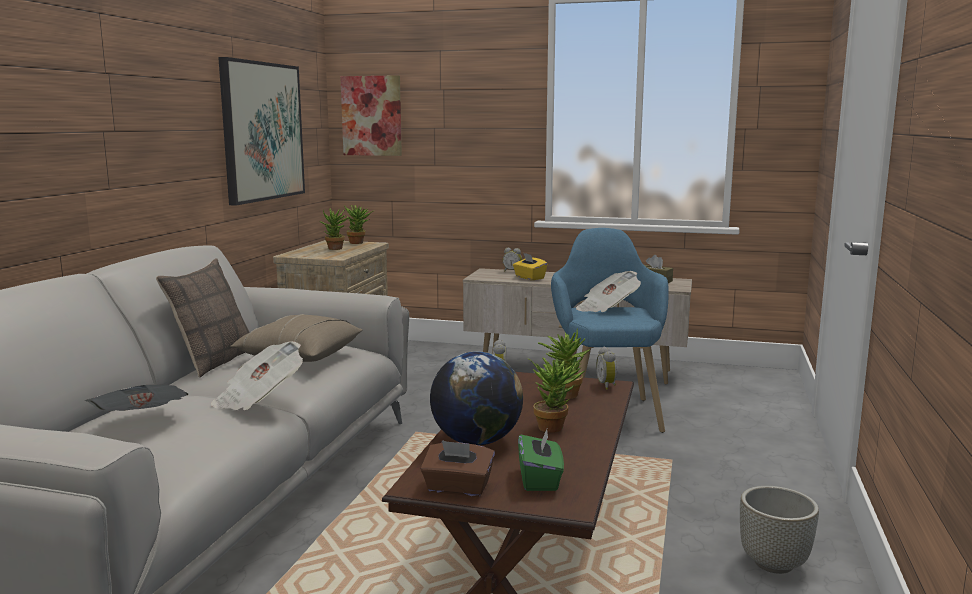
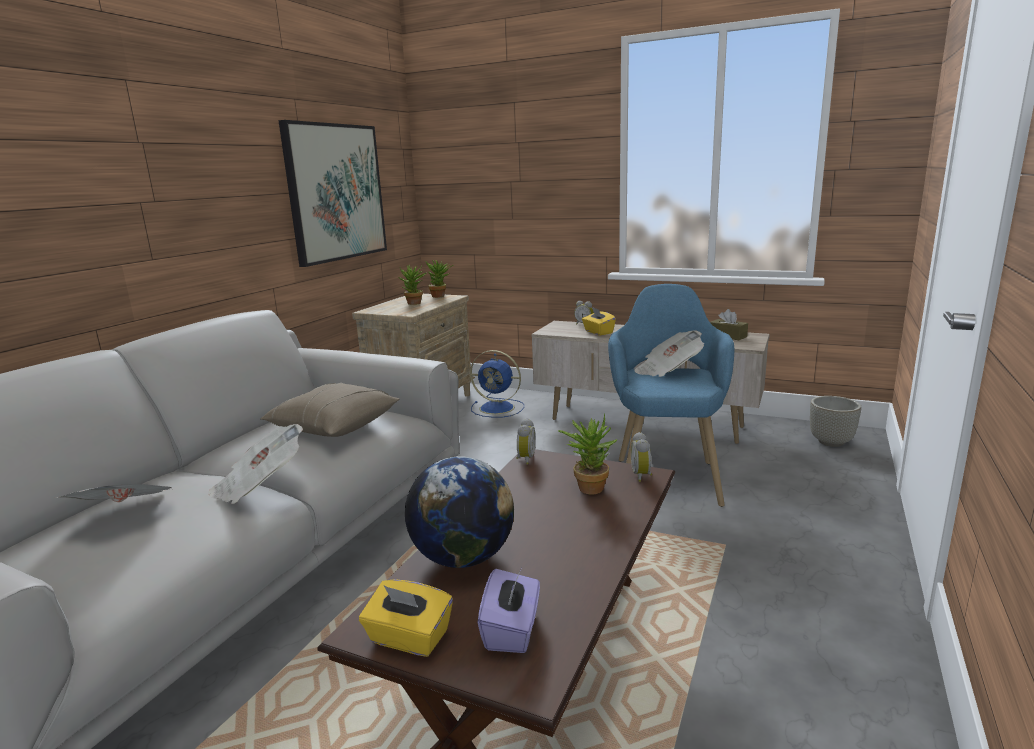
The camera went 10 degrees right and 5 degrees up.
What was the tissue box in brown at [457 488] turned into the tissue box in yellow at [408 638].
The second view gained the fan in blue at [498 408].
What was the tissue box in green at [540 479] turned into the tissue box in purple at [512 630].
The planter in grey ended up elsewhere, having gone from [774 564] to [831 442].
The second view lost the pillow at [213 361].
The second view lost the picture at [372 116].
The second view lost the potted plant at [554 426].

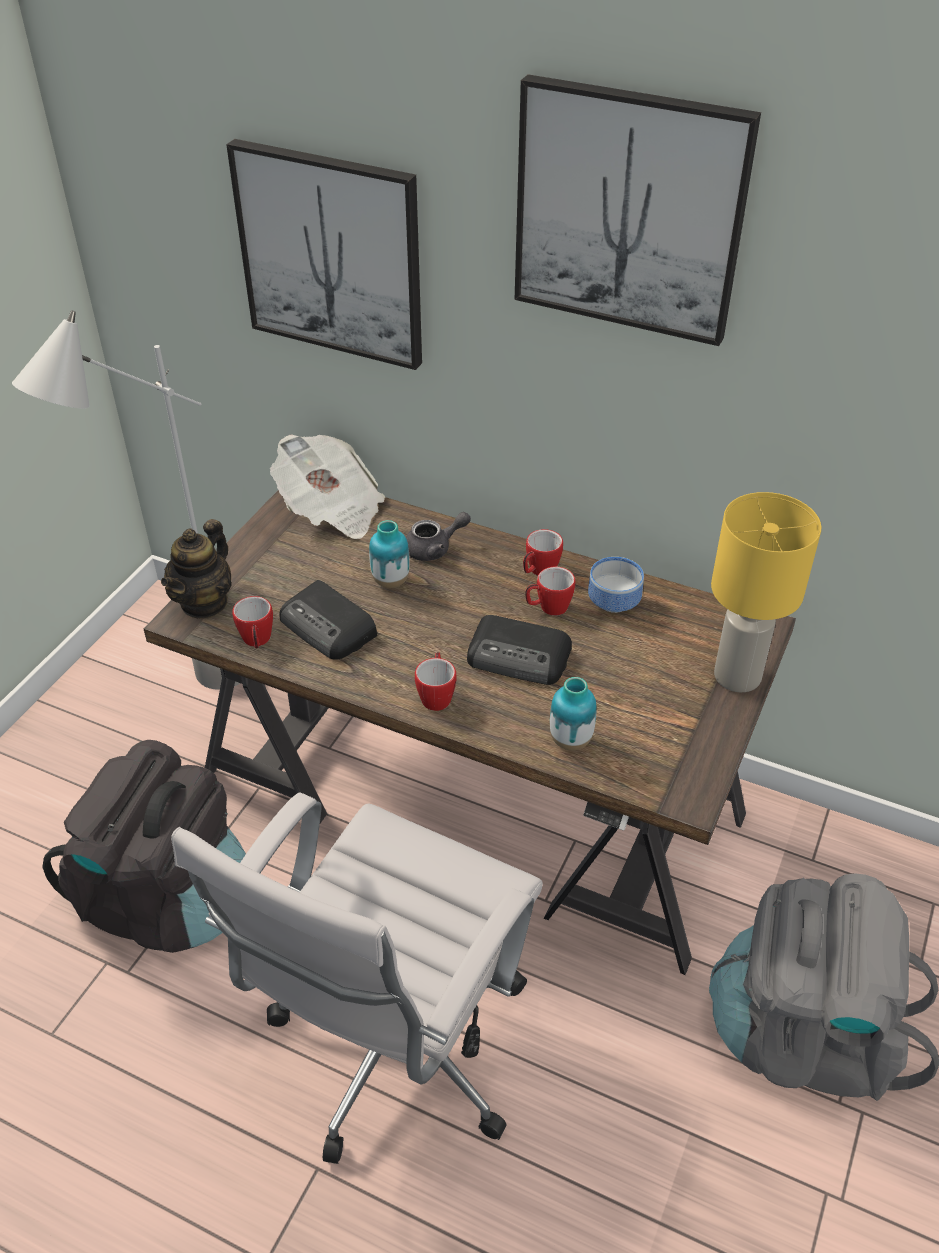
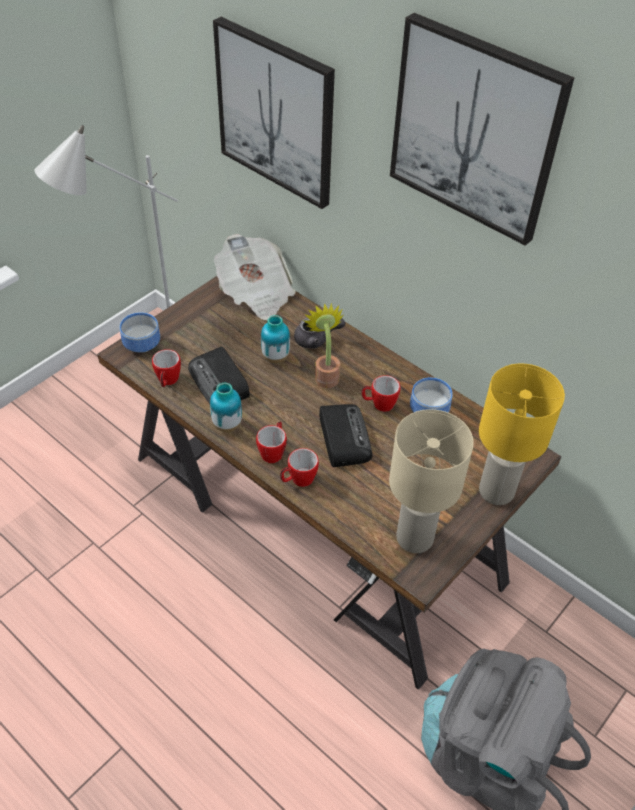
The camera went 15 degrees right and 5 degrees up.
Where the teapot stood at [204 602], the bowl came to stand at [143 344].
The vase ended up elsewhere, having gone from [570 740] to [227 425].
The mug ended up elsewhere, having gone from [539 571] to [298 480].
The second view gained the potted plant at [325 375].
The radio at [520 657] ended up facing another way, 135 degrees counterclockwise from before.
The second view gained the table lamp in beige at [413 538].
The second view lost the backpack in black at [167 900].
The second view lost the office chair in white at [393 1053].

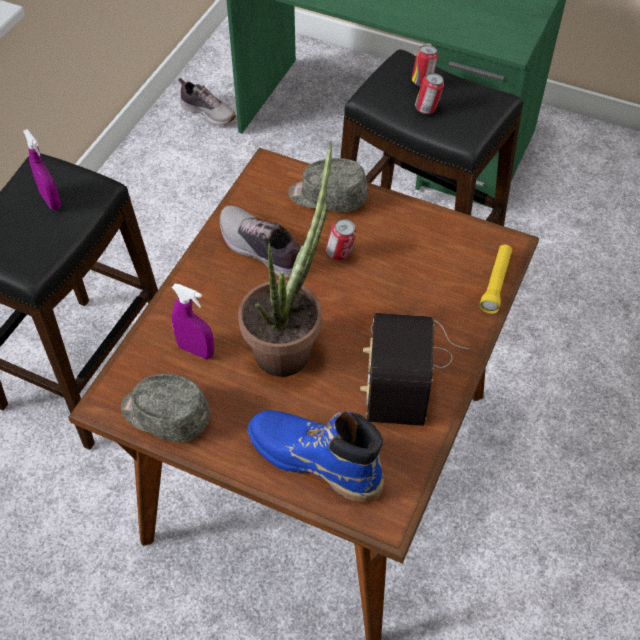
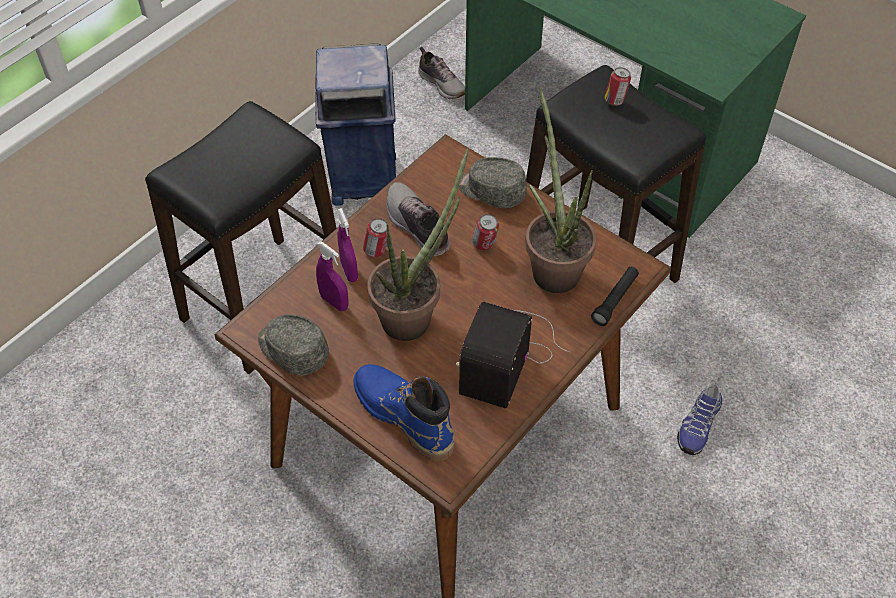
The camera went 15 degrees right and 0 degrees up.
The second view gained the trash can in blue at [362 179].
The spray bottle in purple ended up elsewhere, having gone from [51 200] to [349 271].
The can ended up elsewhere, having gone from [427 109] to [377 251].
The second view gained the potted plant at [552 266].
What was the flashlight in yellow at [496 283] turned into the flashlight in black at [615 300].
The second view gained the shoe at [697 426].

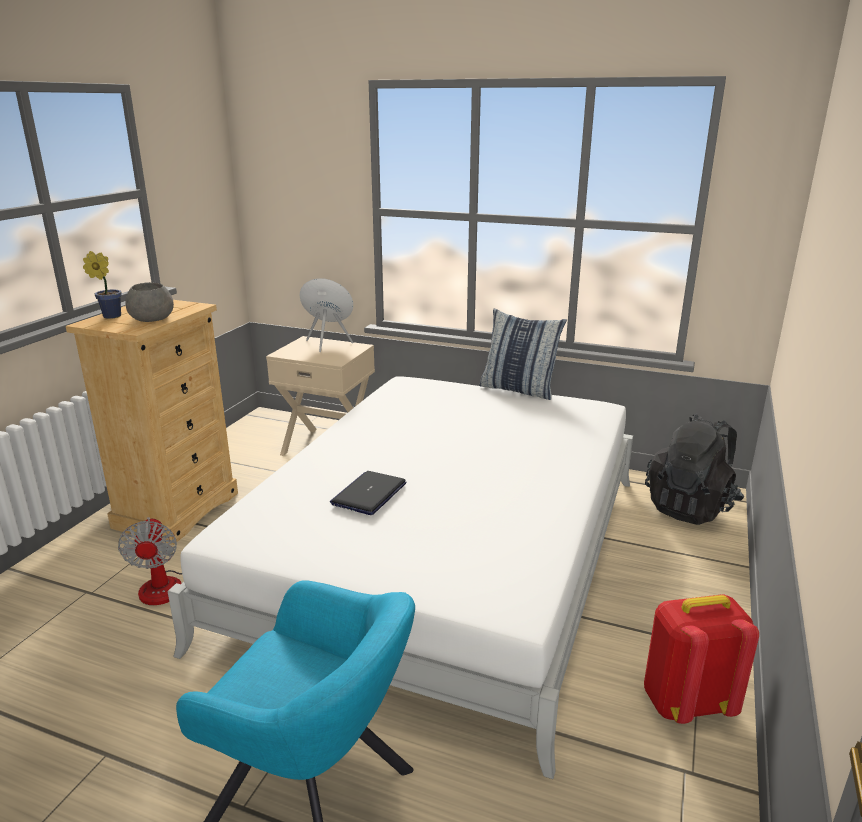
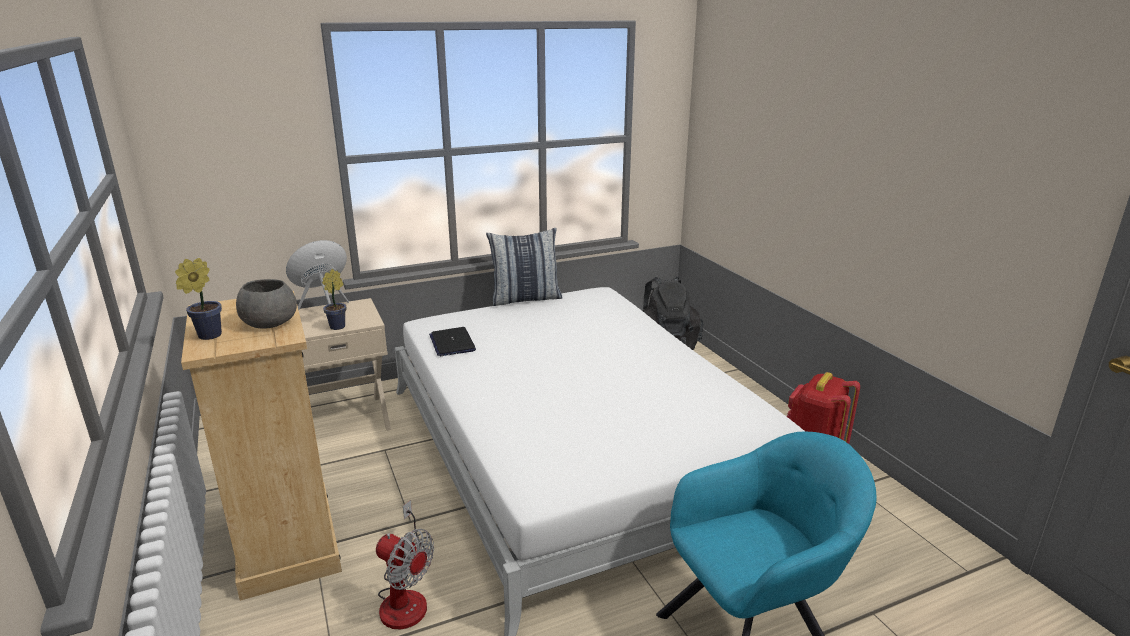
The camera went 45 degrees left and 0 degrees up.
The second view gained the potted plant at [339 326].
The laptop ended up elsewhere, having gone from [369 494] to [452 343].

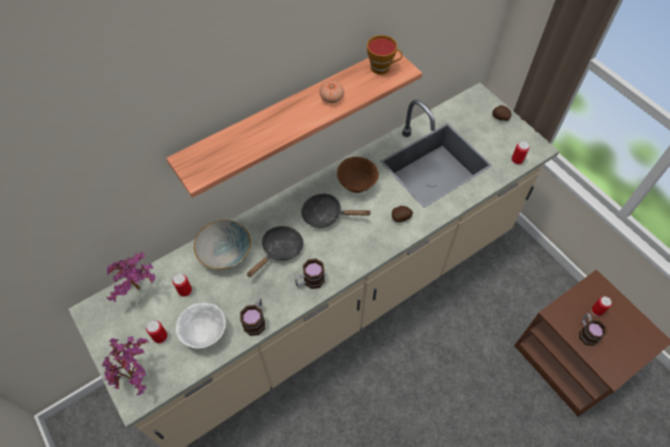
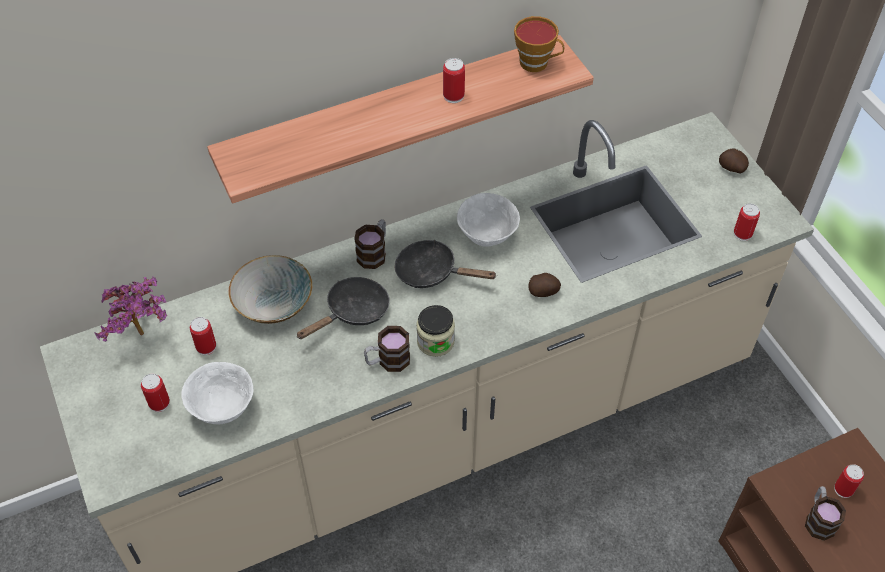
The camera went 10 degrees right and 5 degrees down.
The mug ended up elsewhere, having gone from [256 320] to [374 252].
The second view gained the jar at [435 341].
Where the tomato stood at [331 98], the can came to stand at [453 96].
What was the bowl in brown at [357 185] turned into the bowl in white at [487 237].
The second view lost the potted plant at [137 375].

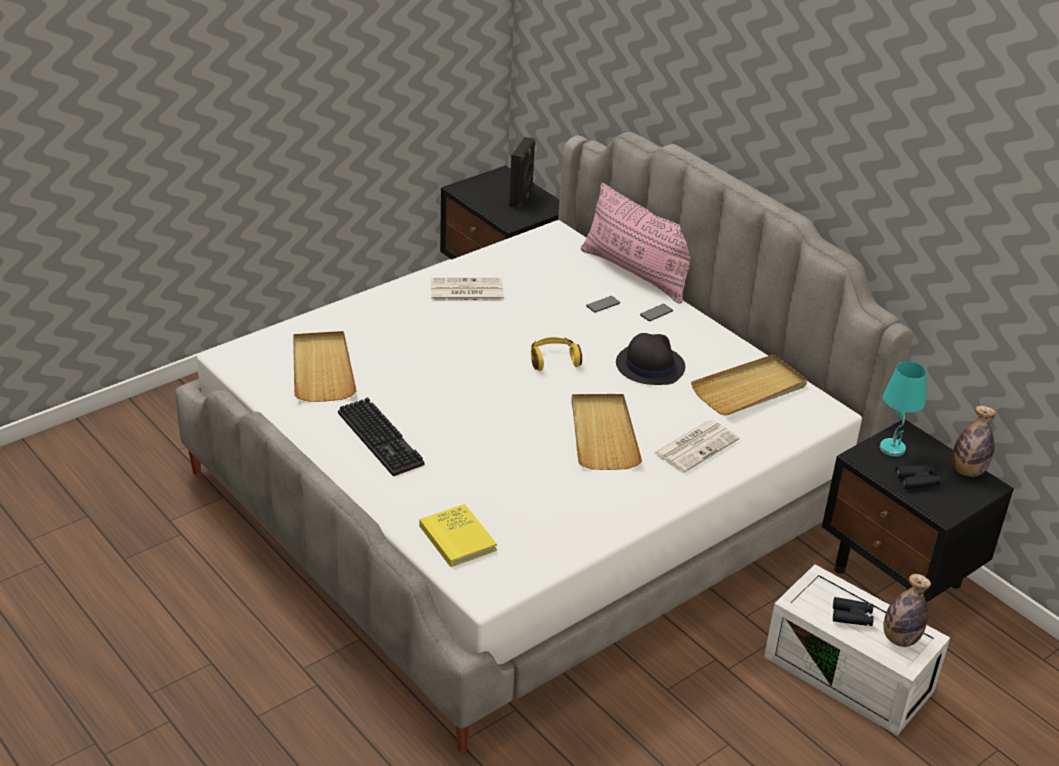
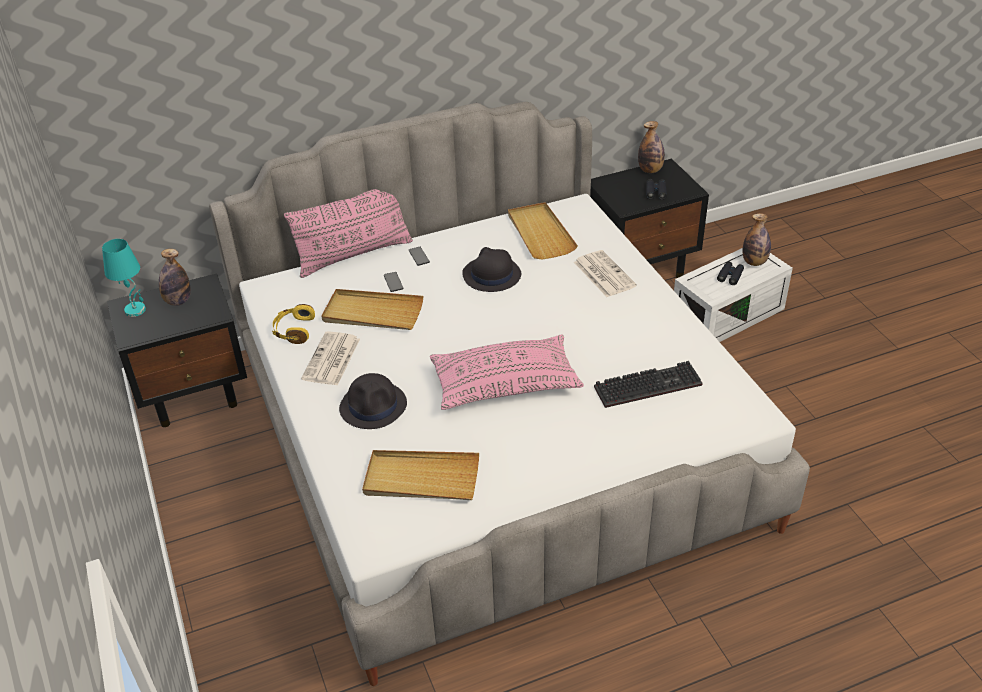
The camera went 70 degrees left and 5 degrees up.
The table lamp in turquoise ended up elsewhere, having gone from [893 449] to [136 310].
Where the speaker in black stood at [522 199], the bottle came to stand at [178 301].
The headphones in yellow ended up elsewhere, having gone from [554 360] to [294 330].
The tray in beige ended up elsewhere, having gone from [603 434] to [372 313].
The second view gained the hat in black at [374 406].
The second view gained the pillow in pink at [505 384].
The keyboard ended up elsewhere, having gone from [383 439] to [648 384].
The second view lost the book in yellow at [457 538].

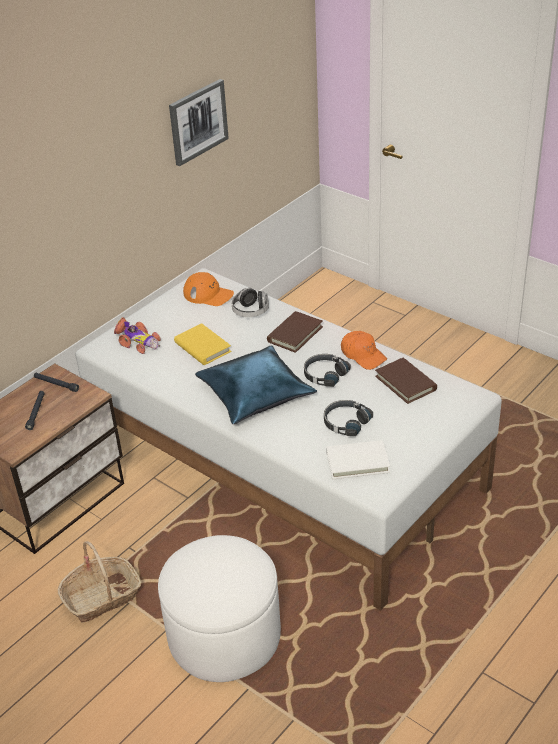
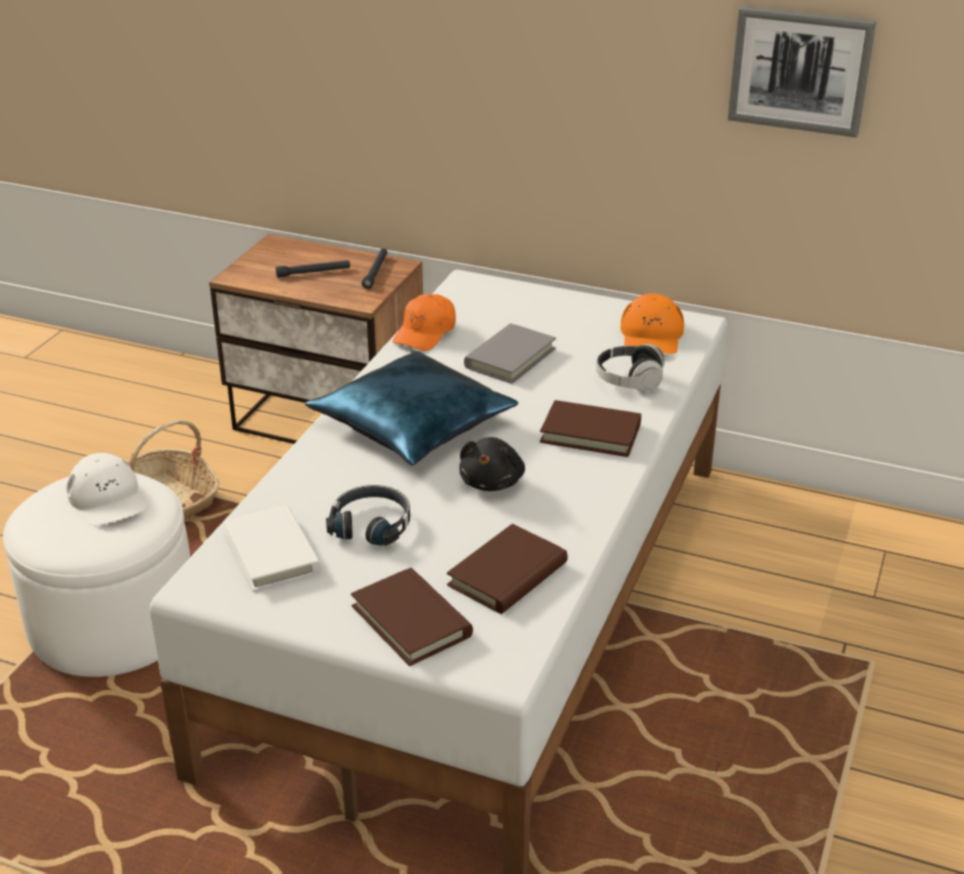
The camera went 70 degrees right and 5 degrees down.
The second view gained the cap in white at [107 499].
The second view gained the book in brown at [411 621].
The cap in orange ended up elsewhere, having gone from [363 355] to [425 333].
Where the headphones in black stood at [324 374], the plush toy in black came to stand at [492 482].
What was the book in yellow at [202 347] turned into the book in grey at [510 358].
The second view lost the toy car at [137 341].

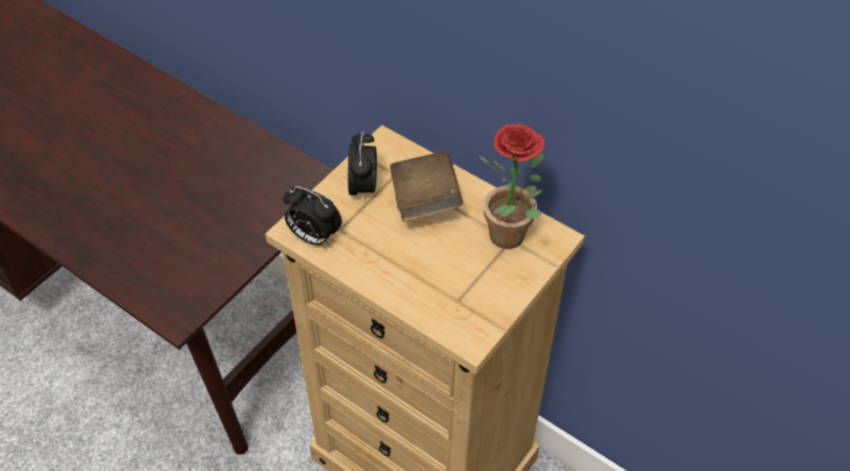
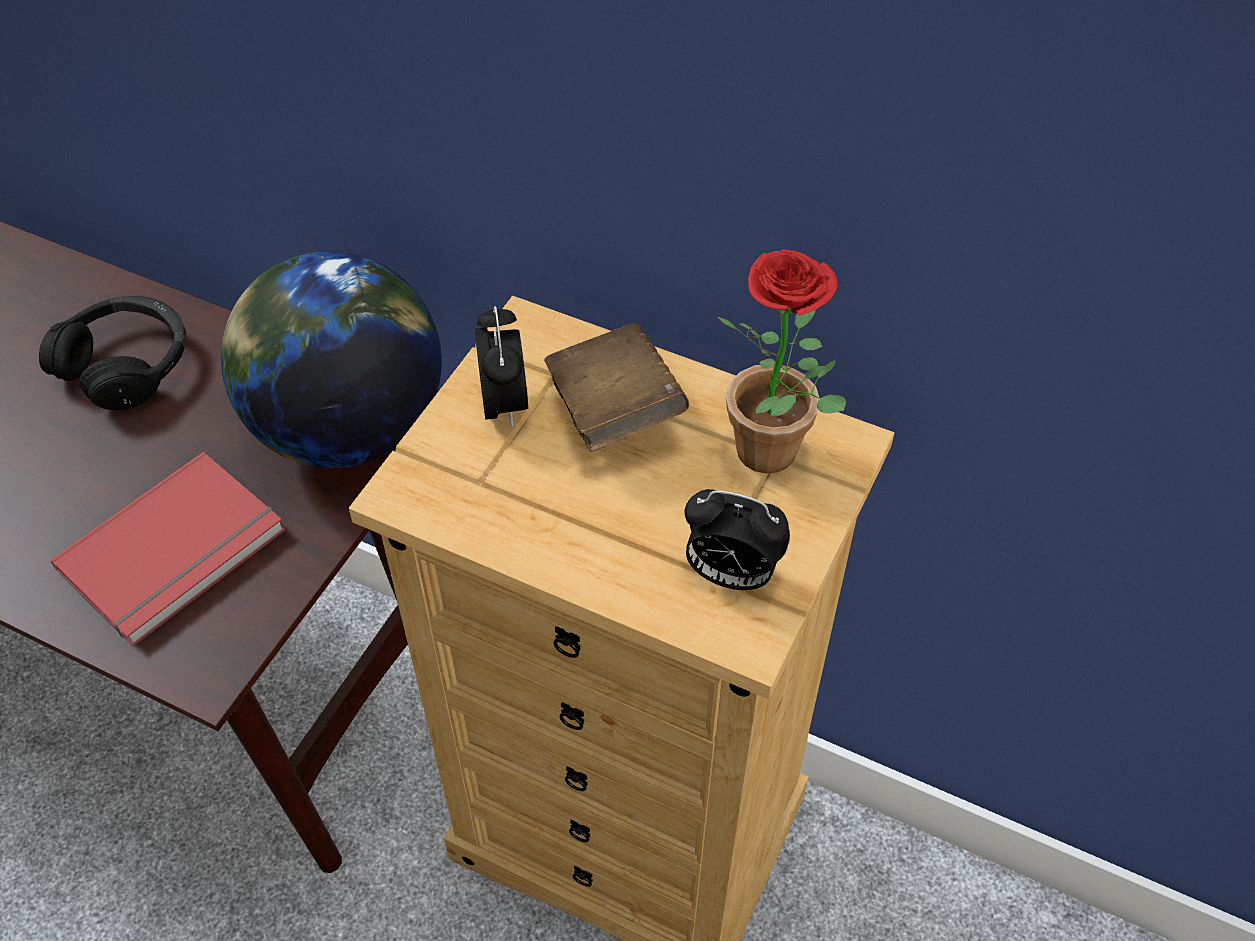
The camera went 10 degrees left and 0 degrees up.
The second view gained the headphones in black at [127 365].
The second view gained the book in red at [177 553].
The second view gained the globe at [348 428].
The alarm clock ended up elsewhere, having gone from [313 237] to [730 574].

